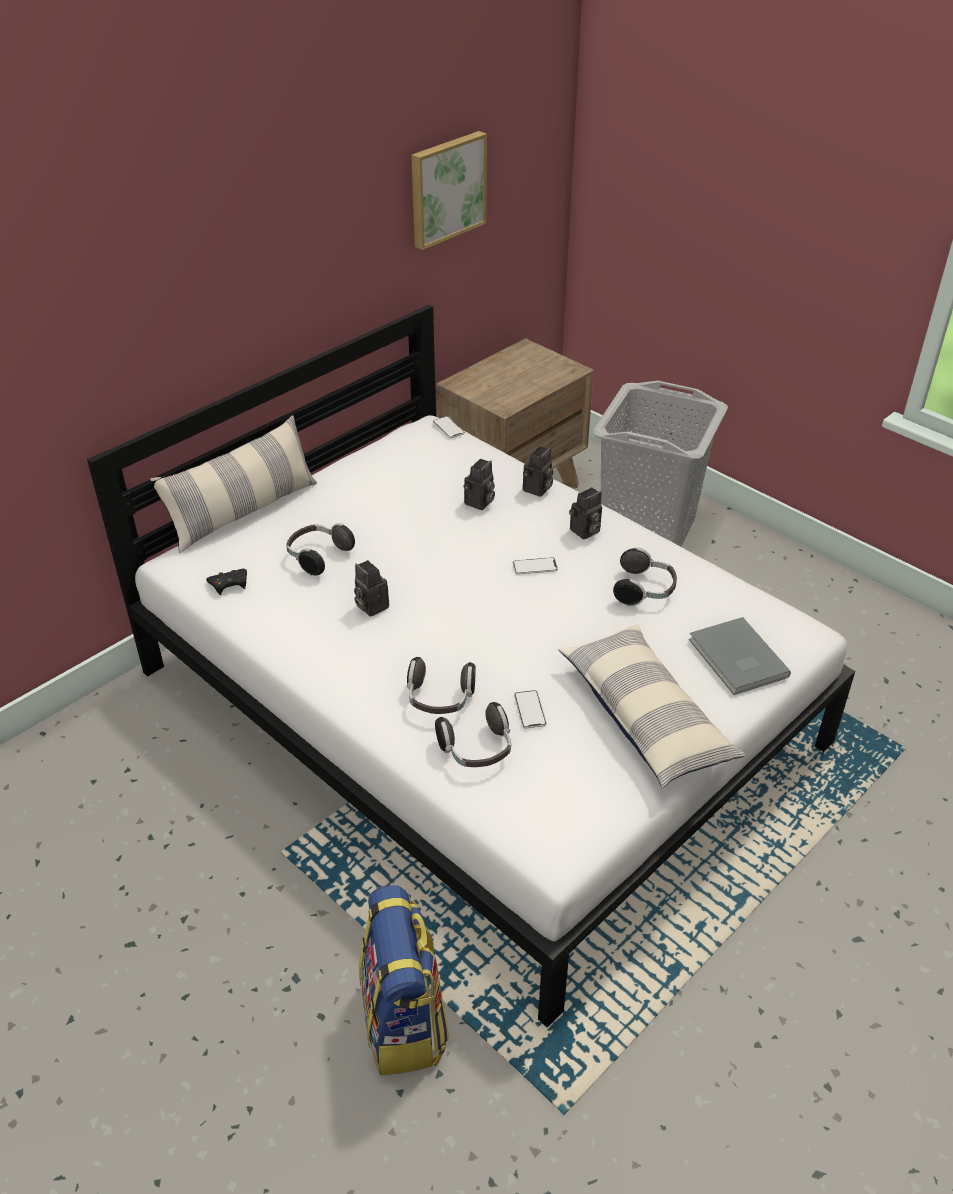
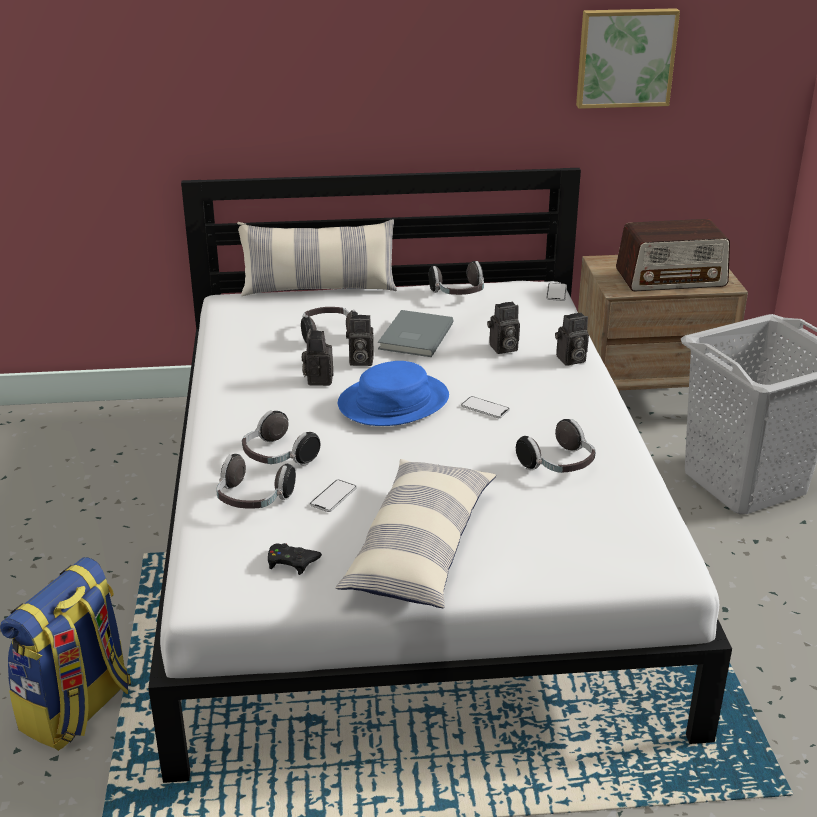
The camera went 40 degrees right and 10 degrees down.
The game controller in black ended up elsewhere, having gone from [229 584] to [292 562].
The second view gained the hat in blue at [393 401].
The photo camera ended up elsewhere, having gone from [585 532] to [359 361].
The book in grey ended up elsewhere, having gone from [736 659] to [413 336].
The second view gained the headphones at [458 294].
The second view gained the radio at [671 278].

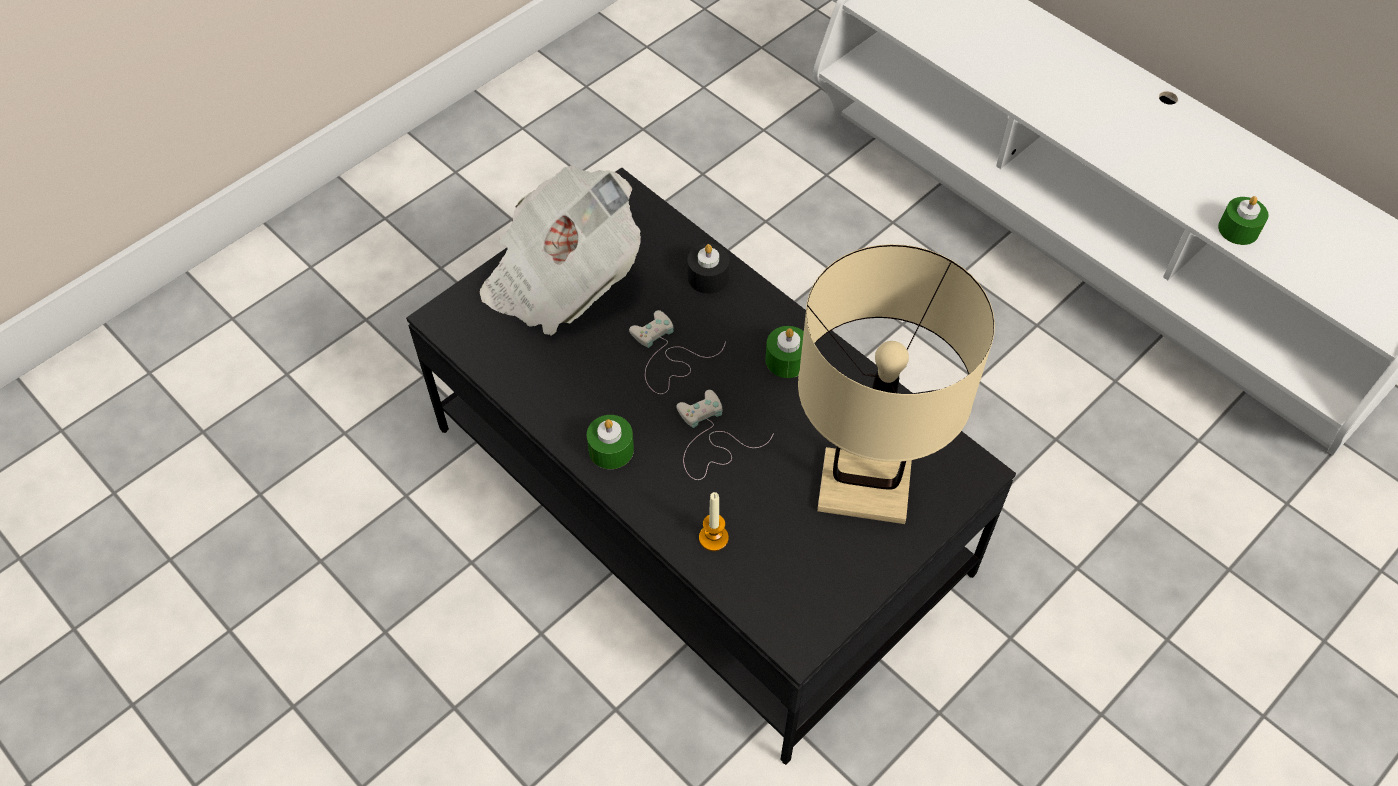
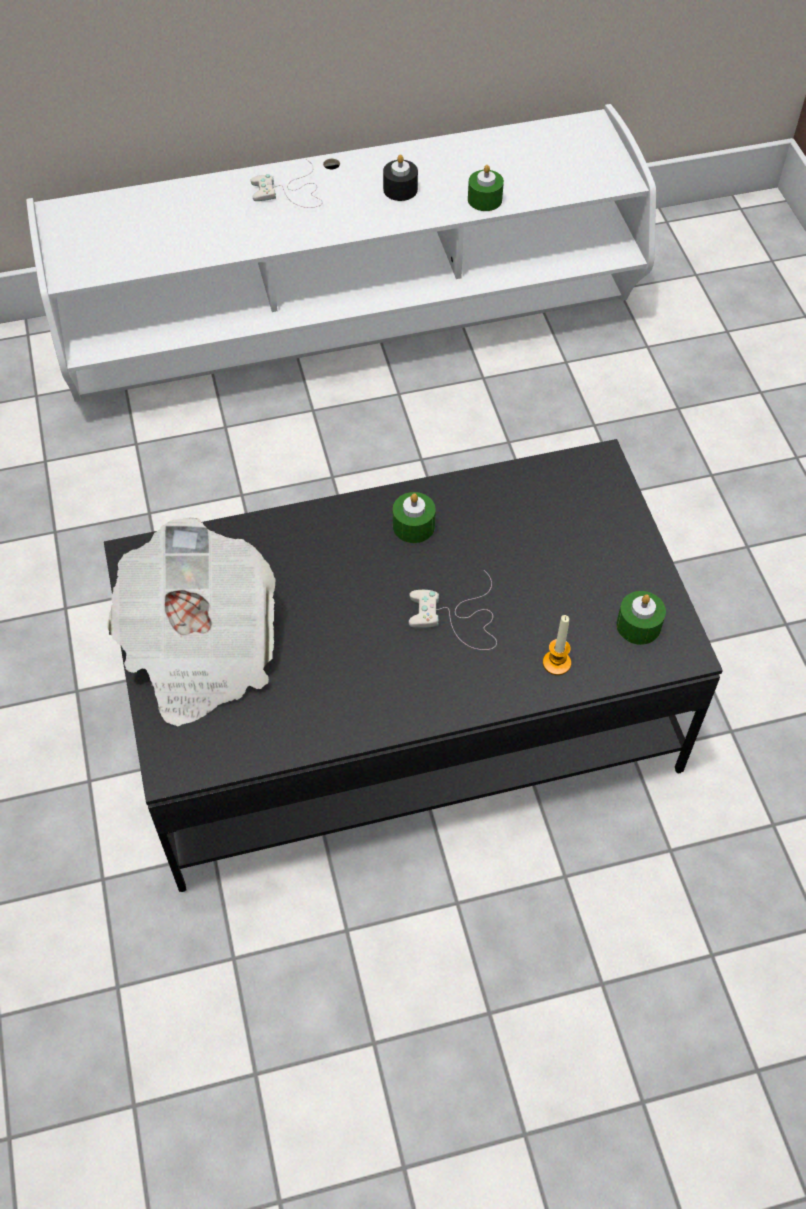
The camera went 60 degrees left and 0 degrees up.
The game controller in white ended up elsewhere, having gone from [667 356] to [291 192].
The candle in black ended up elsewhere, having gone from [708 277] to [400 189].
The candle in green ended up elsewhere, having gone from [611 449] to [638 625].
The second view lost the table lamp in beige at [863 488].

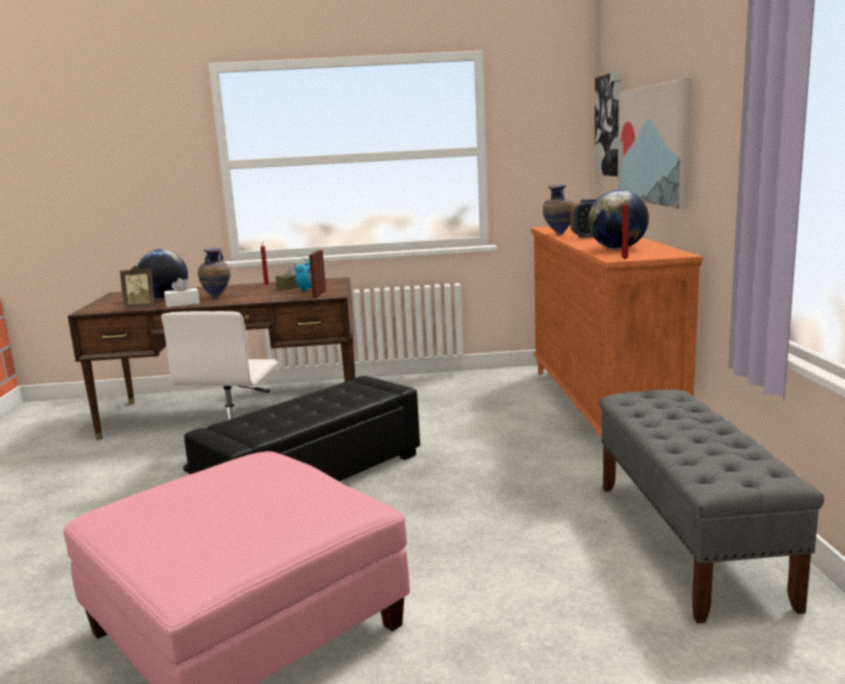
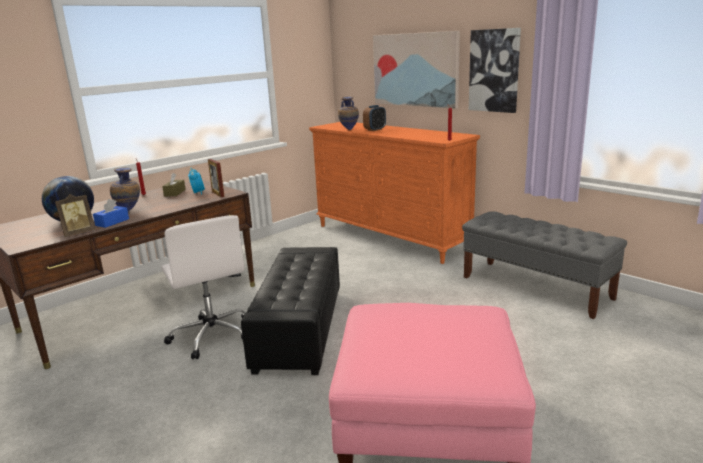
The camera went 40 degrees left and 5 degrees up.
What was the tissue box in white at [182 304] turned into the tissue box in blue at [112 222].
The picture ended up elsewhere, having gone from [610 125] to [494 70].
The second view lost the globe at [617 248].

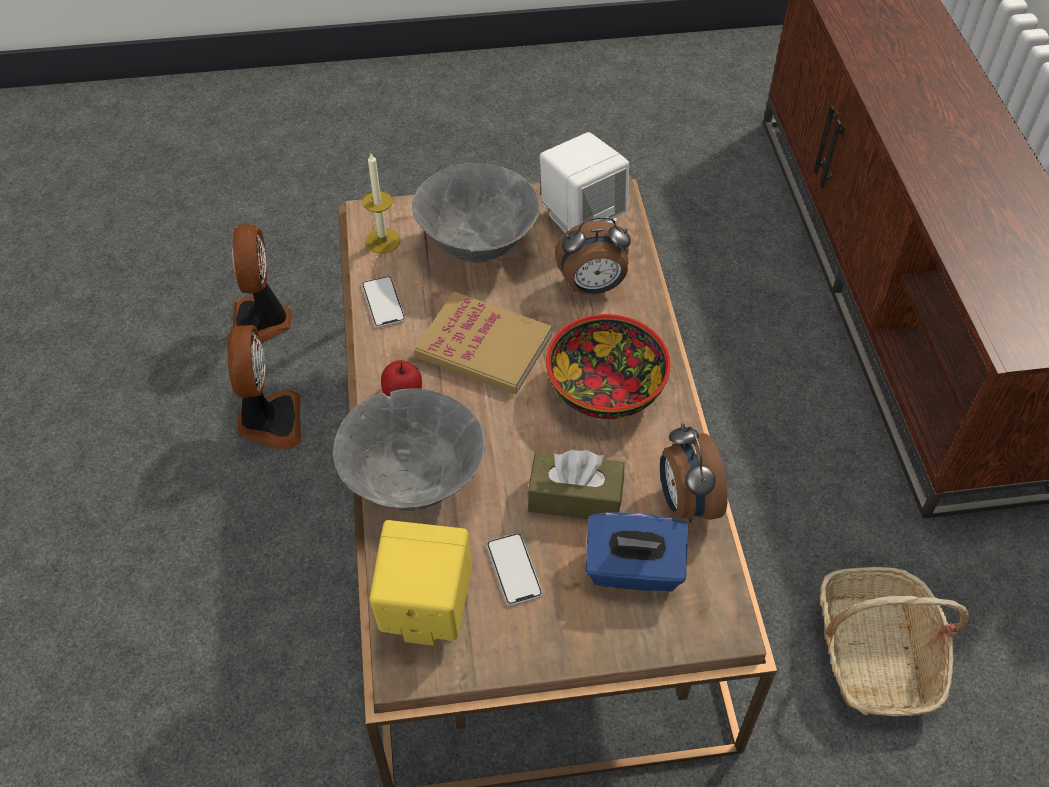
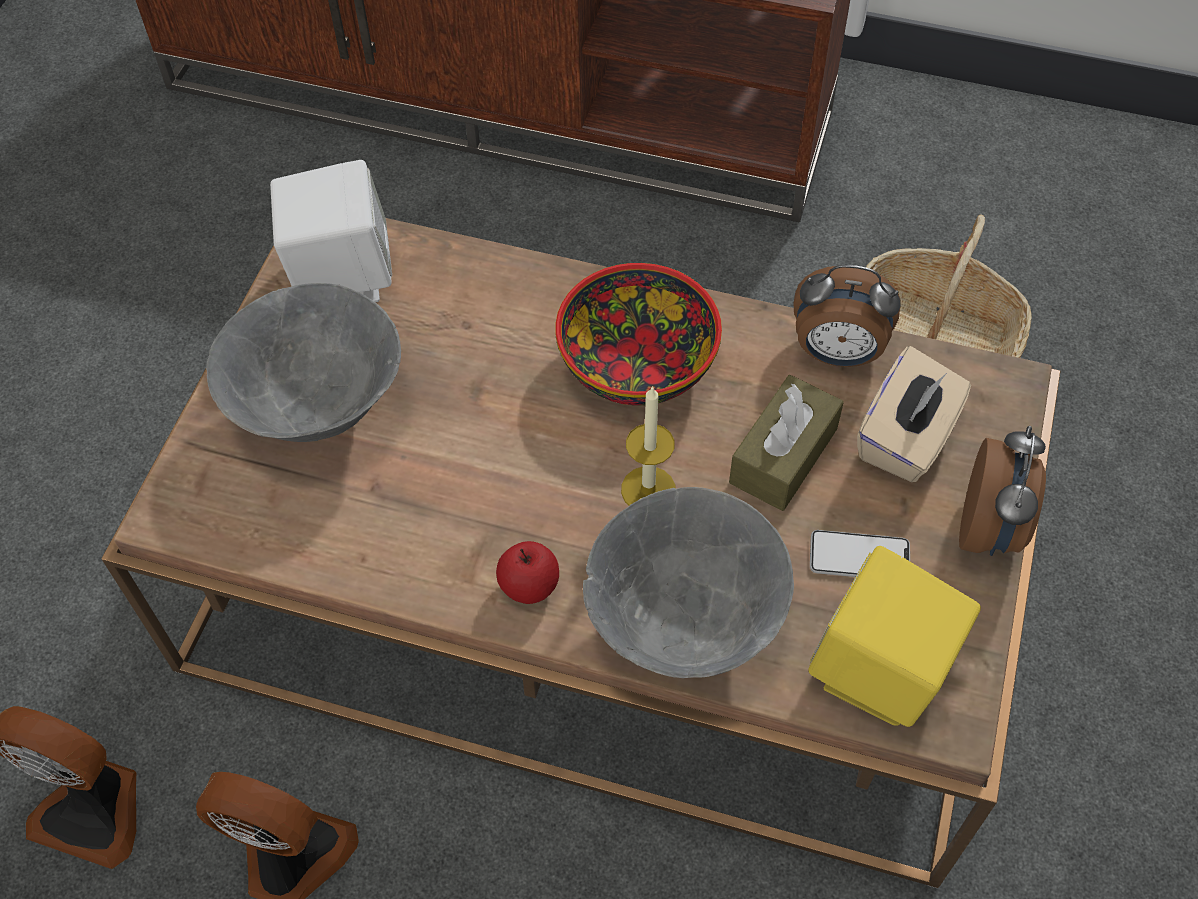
The camera went 65 degrees left and 5 degrees up.
The candle ended up elsewhere, having gone from [382 241] to [648 489].
What was the tissue box in blue at [633 570] turned into the tissue box in beige at [906 438].
The alarm clock ended up elsewhere, having gone from [592 287] to [990 529].
The second view lost the phone at [383 303].
The second view lost the book at [484 346].

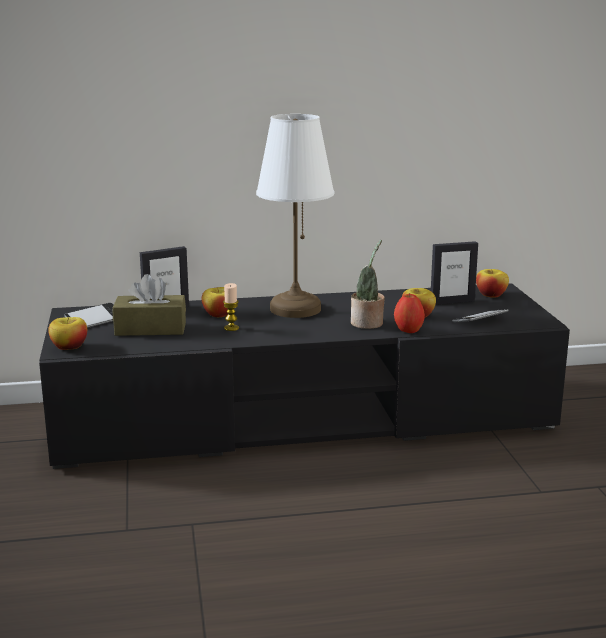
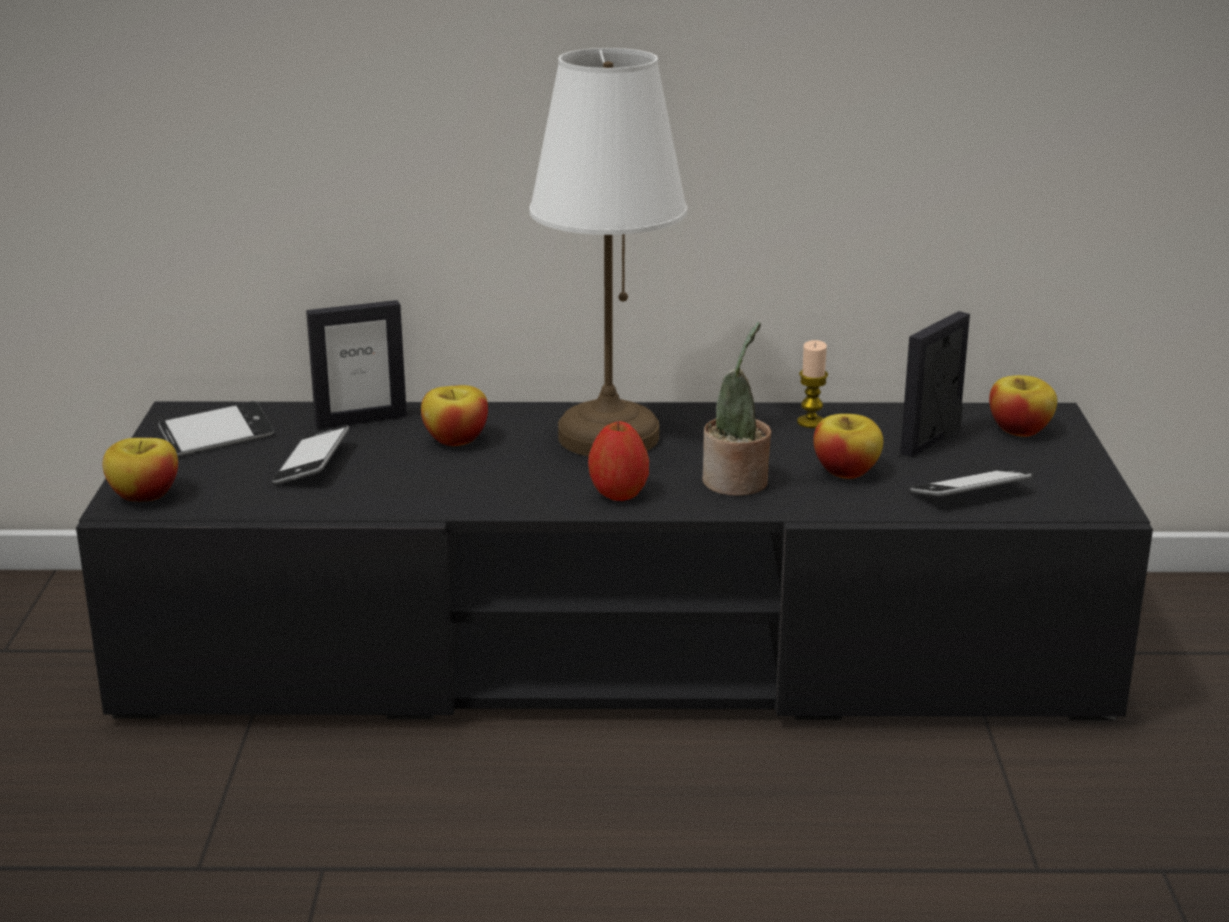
The camera went 10 degrees right and 5 degrees up.
Where the tissue box in brown stood at [150 329], the phone came to stand at [312 464].
The apple ended up elsewhere, having gone from [408 330] to [618 494].
The candle ended up elsewhere, having gone from [231 328] to [811 422].
The picture frame at [452 301] ended up facing another way, 135 degrees clockwise from before.

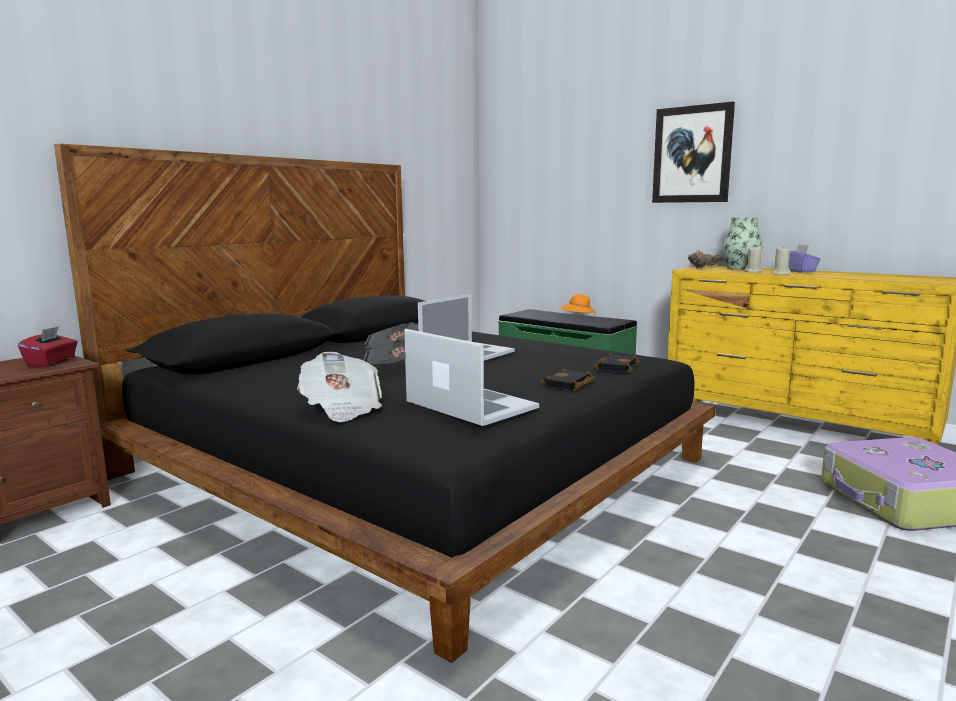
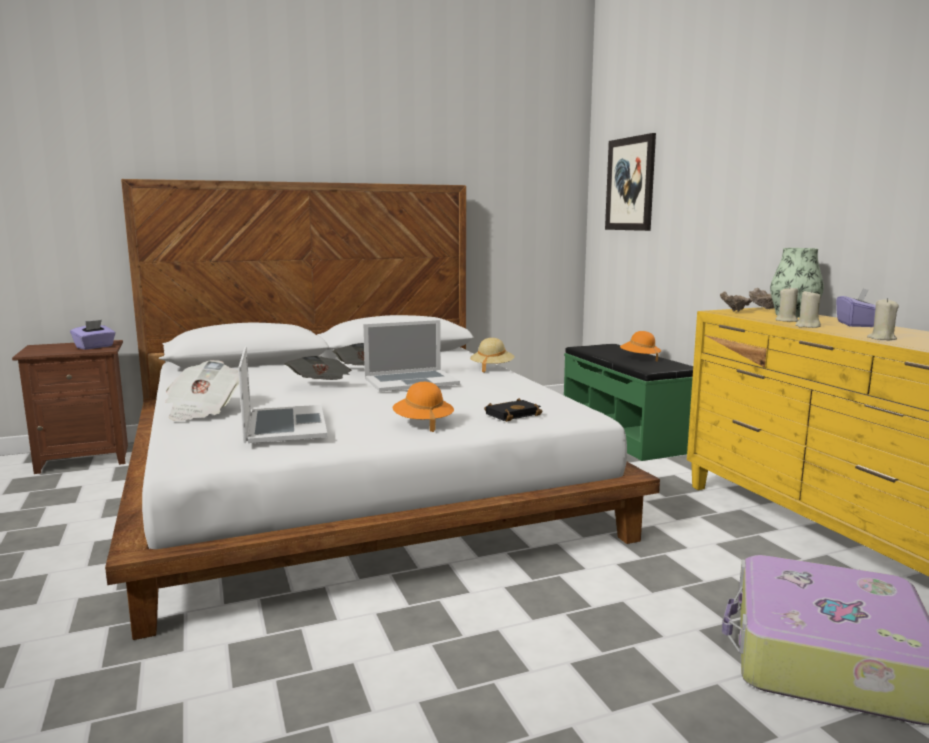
The camera went 30 degrees right and 0 degrees up.
What was the tissue box in red at [51 362] turned into the tissue box in purple at [95 347].
What was the bed in black at [414 467] turned into the bed in white at [355 483].
Where the book in black stood at [569 385], the hat in orange came to stand at [423 423].
The second view gained the hat in beige at [492 368].
The picture ended up elsewhere, having gone from [692 154] to [630 184].
The second view gained the candle in beige at [881 338].

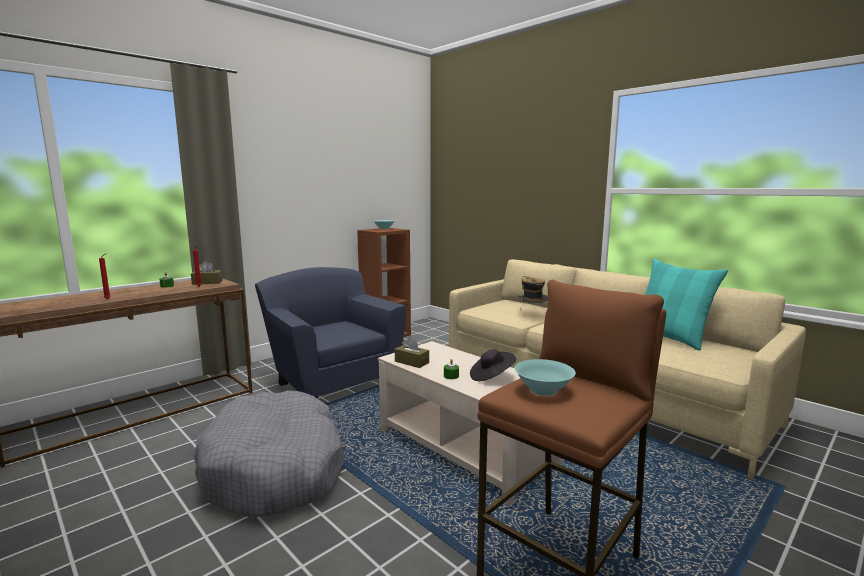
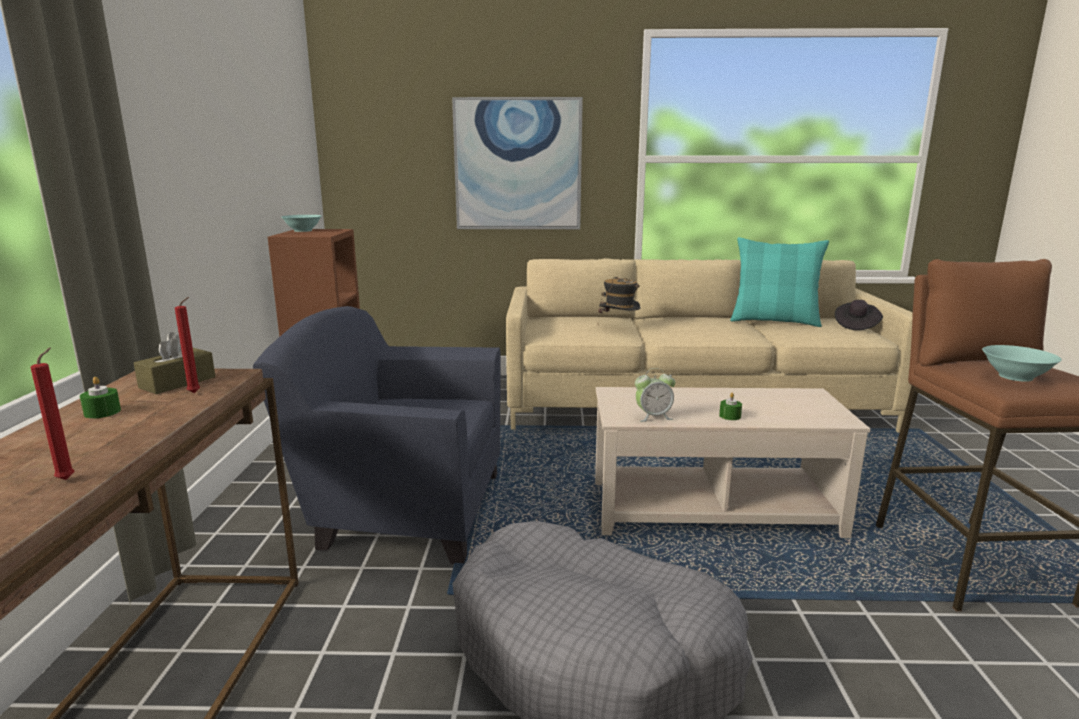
The camera went 45 degrees left and 5 degrees up.
The second view gained the picture at [518 164].
Where the tissue box in brown stood at [411 362], the alarm clock came to stand at [653 417].
The hat in black ended up elsewhere, having gone from [491 376] to [856 325].

